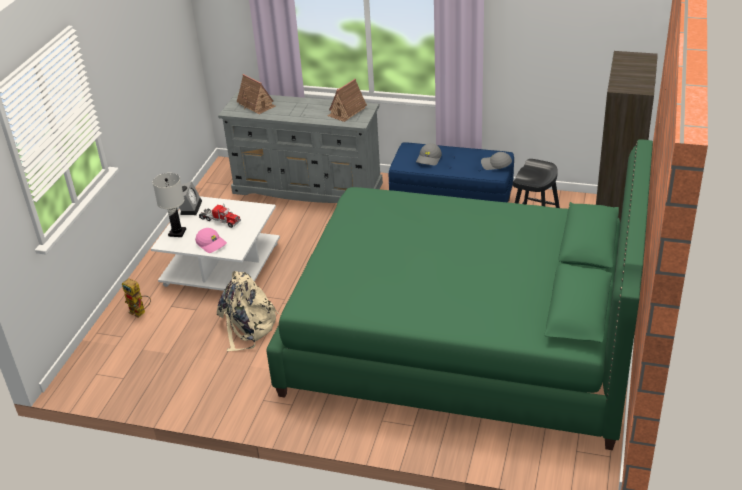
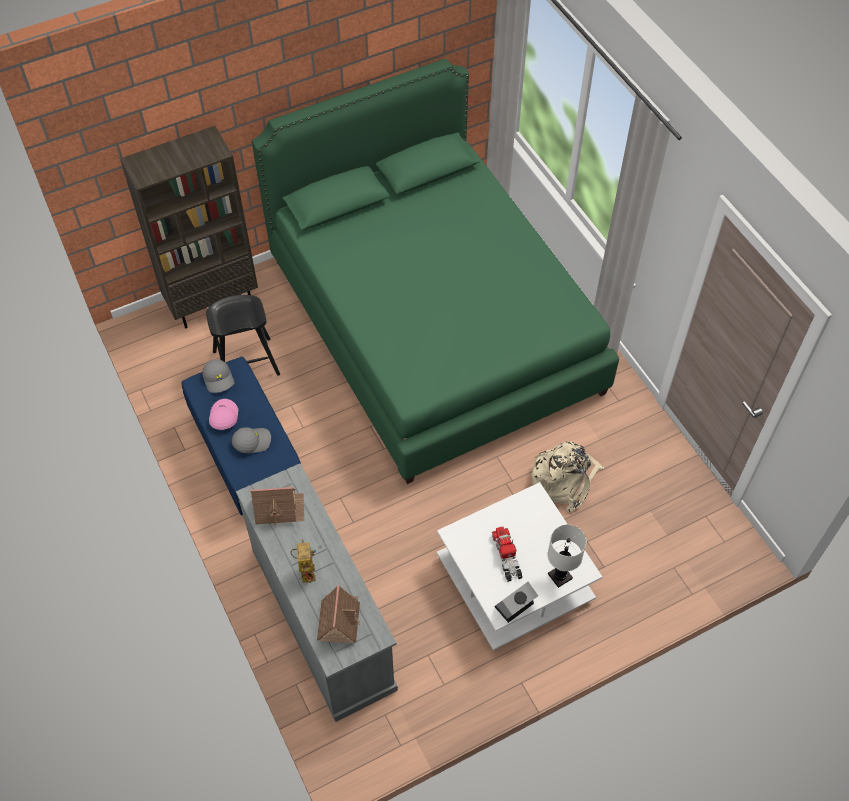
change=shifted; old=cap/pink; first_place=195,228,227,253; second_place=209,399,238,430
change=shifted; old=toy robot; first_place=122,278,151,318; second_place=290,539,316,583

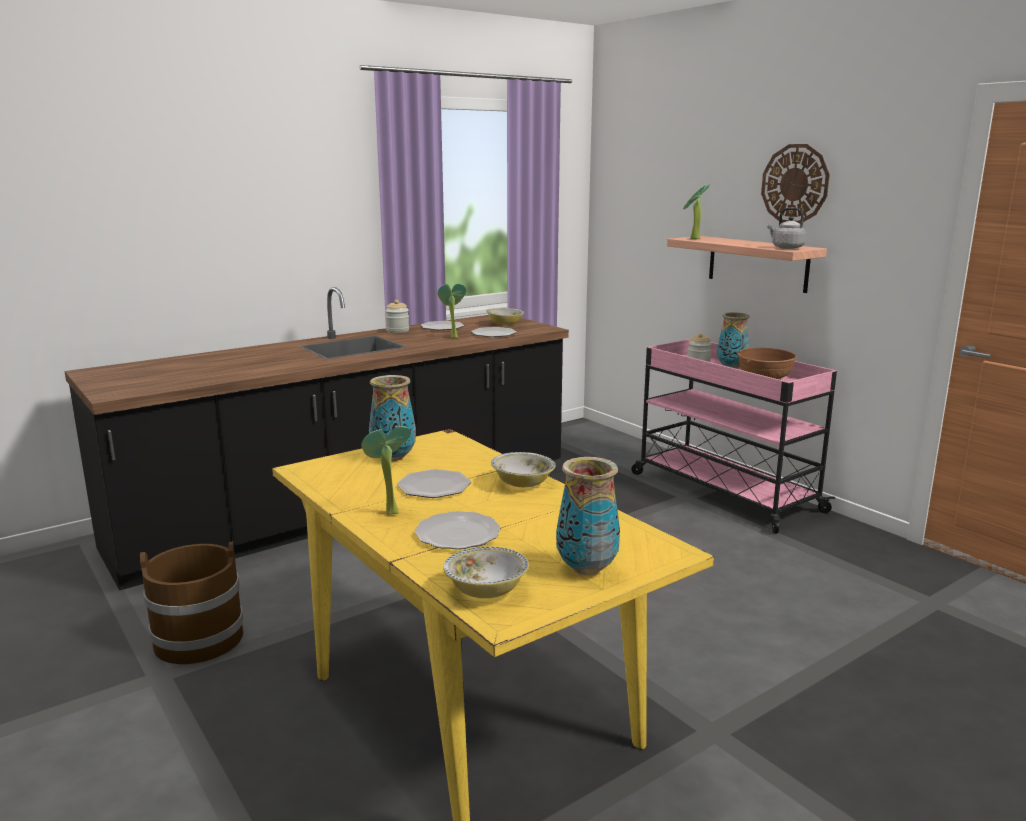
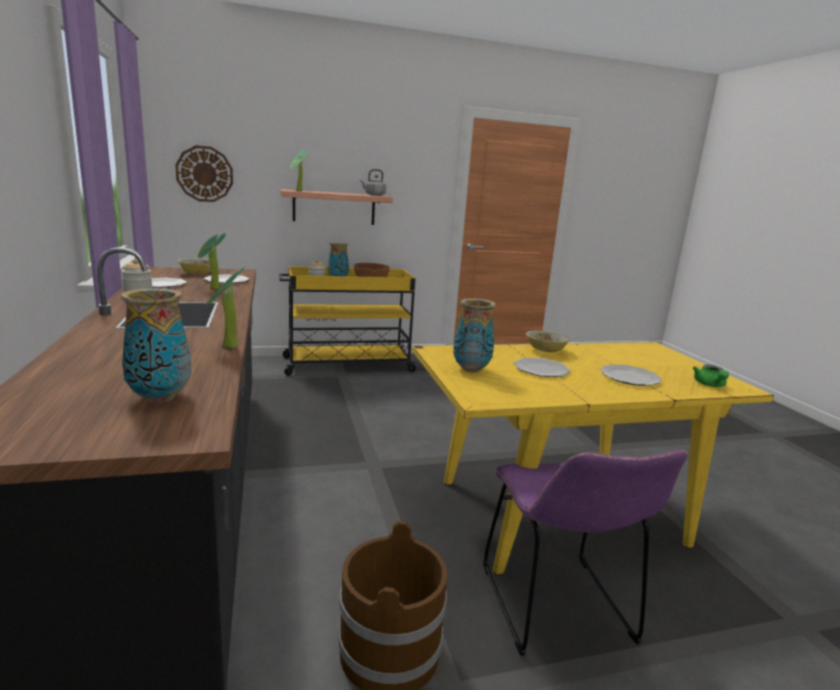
change=shifted; old=wall clock; first_place=761,144,830,223; second_place=175,145,233,202
change=repainted; old=cart/pink; new=cart/yellow; first_place=631,339,837,534; second_place=279,267,418,376
change=shifted; old=potted plant; first_place=361,426,411,515; second_place=206,266,245,348
change=shifted; old=vase; first_place=556,457,620,575; second_place=121,288,191,403
change=swapped; old=bowl; new=teapot/green; first_place=443,547,529,598; second_place=693,365,729,387
change=new; new=chair/purple; second_place=483,449,687,656

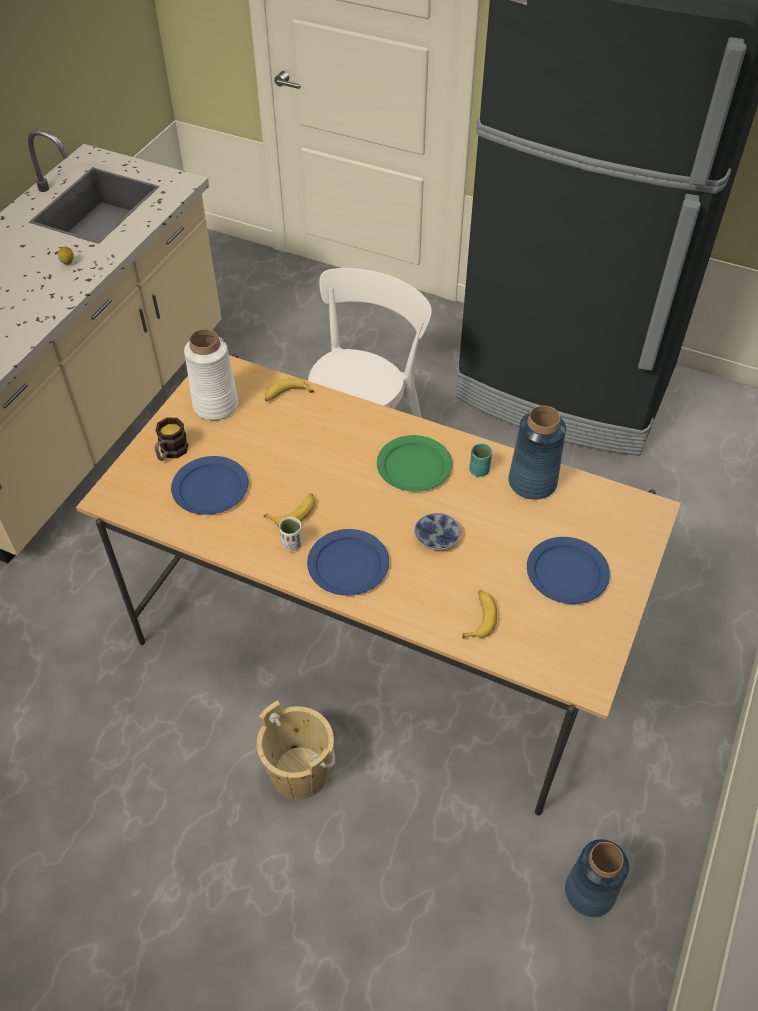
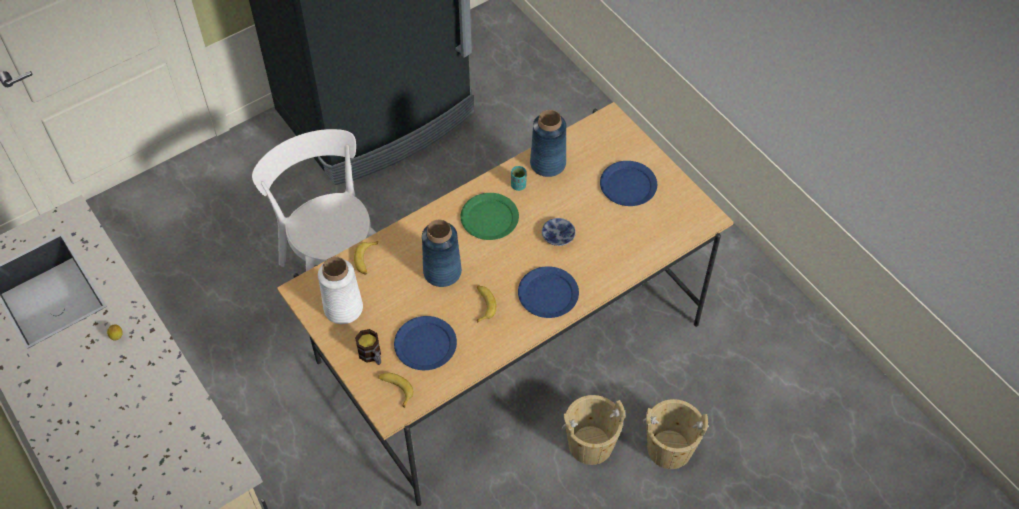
change=gone; old=cup/white; first_place=279,517,303,552
change=shifted; old=banana; first_place=462,590,497,639; second_place=378,373,413,408
change=shifted; old=vase/blue; first_place=565,839,629,917; second_place=422,220,462,287
change=new; new=bucket/beige; second_place=643,399,709,469

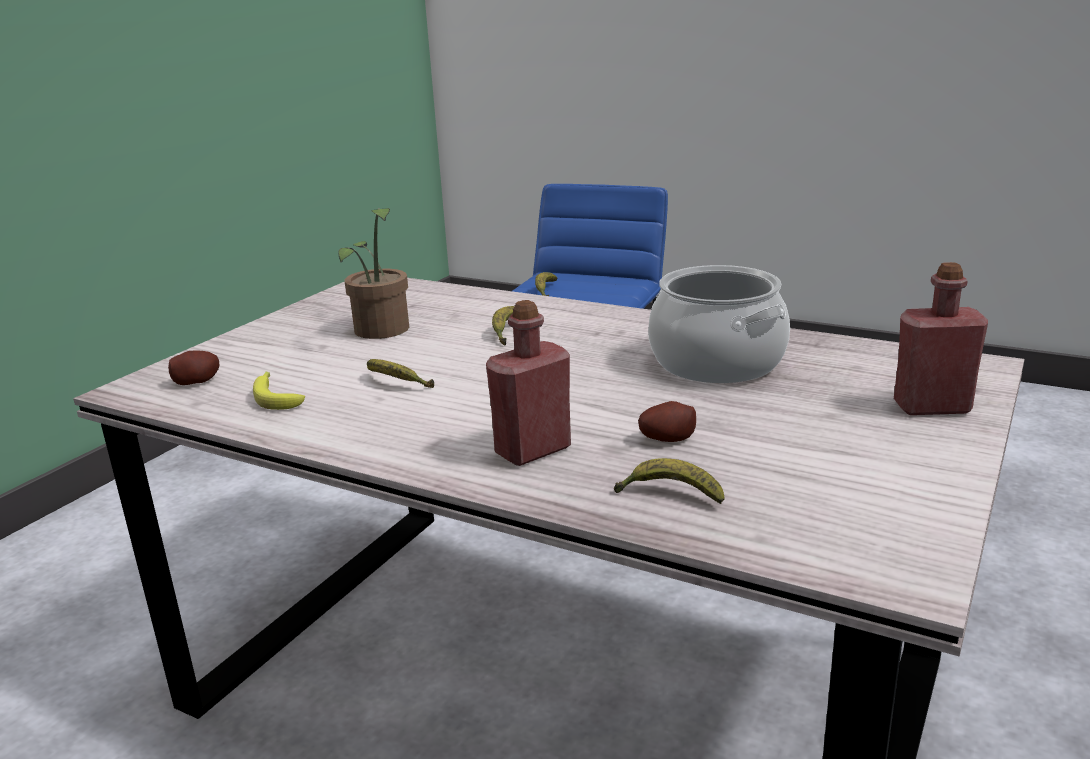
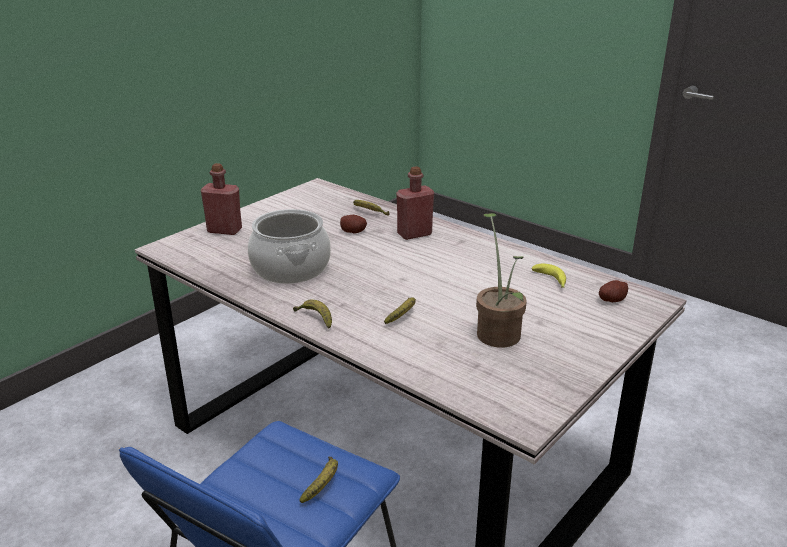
change=shifted; old=banana; first_place=367,359,434,388; second_place=293,299,332,329

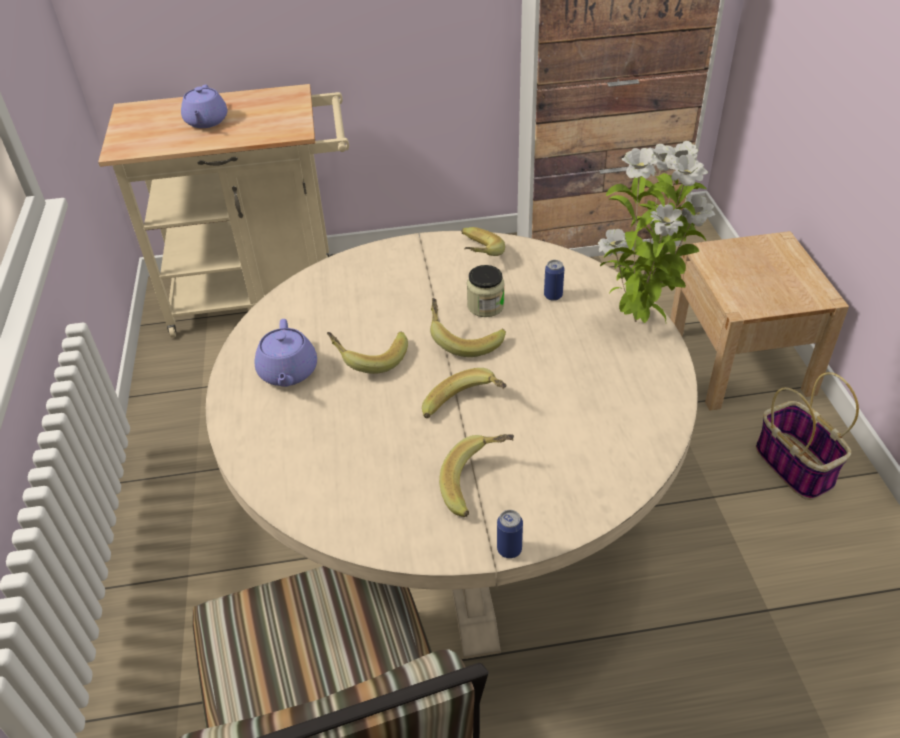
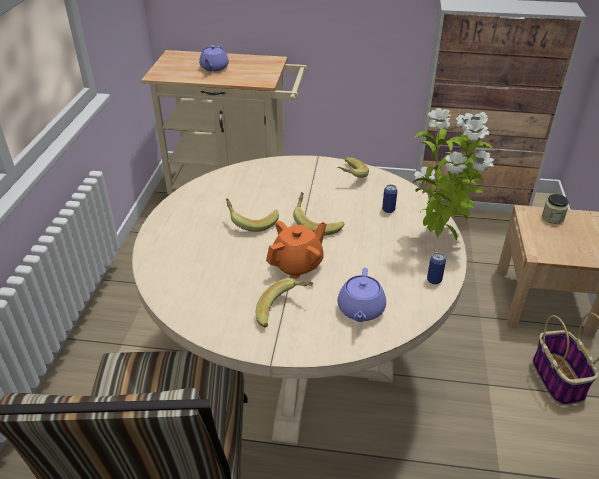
change=shifted; old=jar; first_place=467,265,505,317; second_place=542,194,569,224
change=shifted; old=teapot/purple; first_place=254,319,317,387; second_place=338,268,386,322
change=swapped; old=banana; new=teapot/orange; first_place=422,368,507,418; second_place=266,221,327,279
change=shifted; old=can; first_place=497,510,523,558; second_place=427,252,446,284

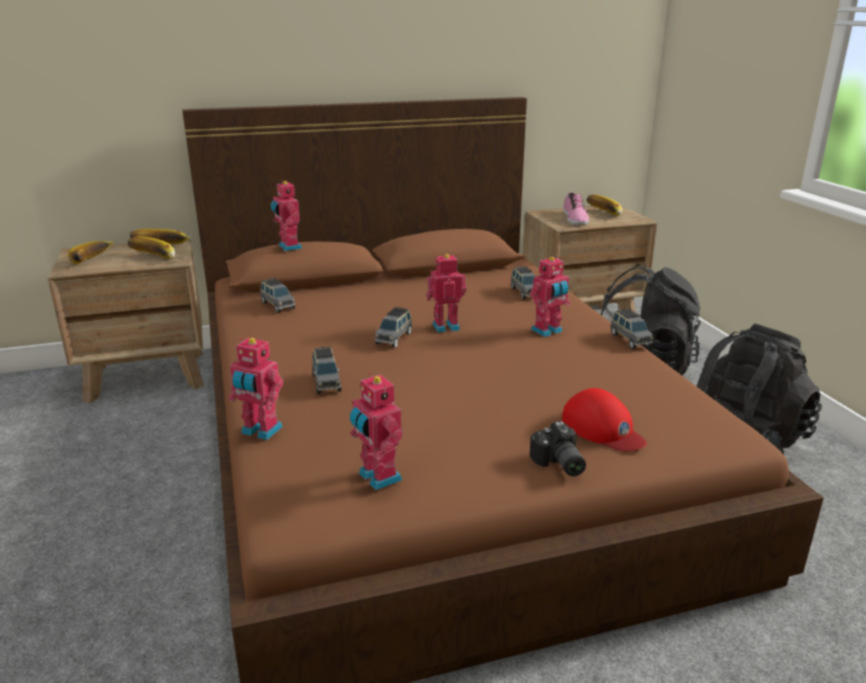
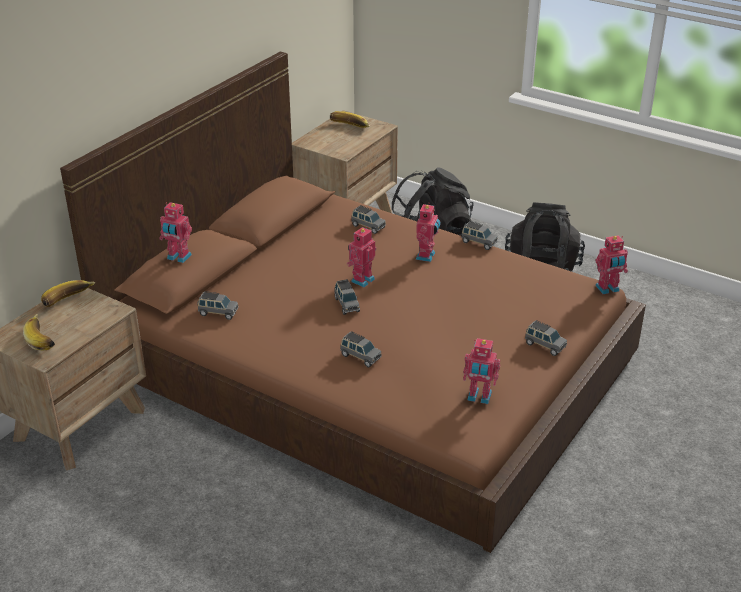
change=gone; old=shoe; first_place=563,192,589,225
change=gone; old=banana; first_place=128,236,175,259
change=shifted; old=toy robot; first_place=229,338,283,440; second_place=595,235,628,294
change=gone; old=cap/red; first_place=562,388,647,452
change=swapped; old=photo camera; new=toy car/grey; first_place=530,421,586,476; second_place=525,320,567,356

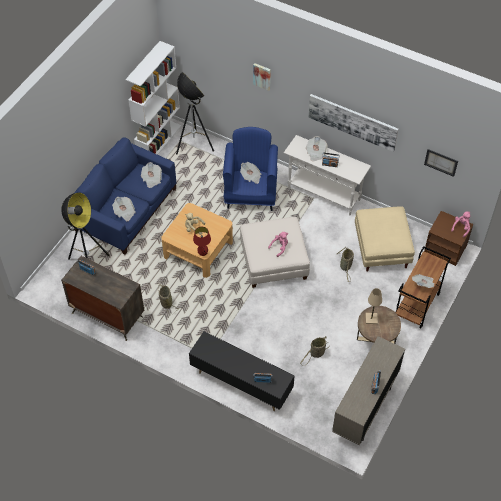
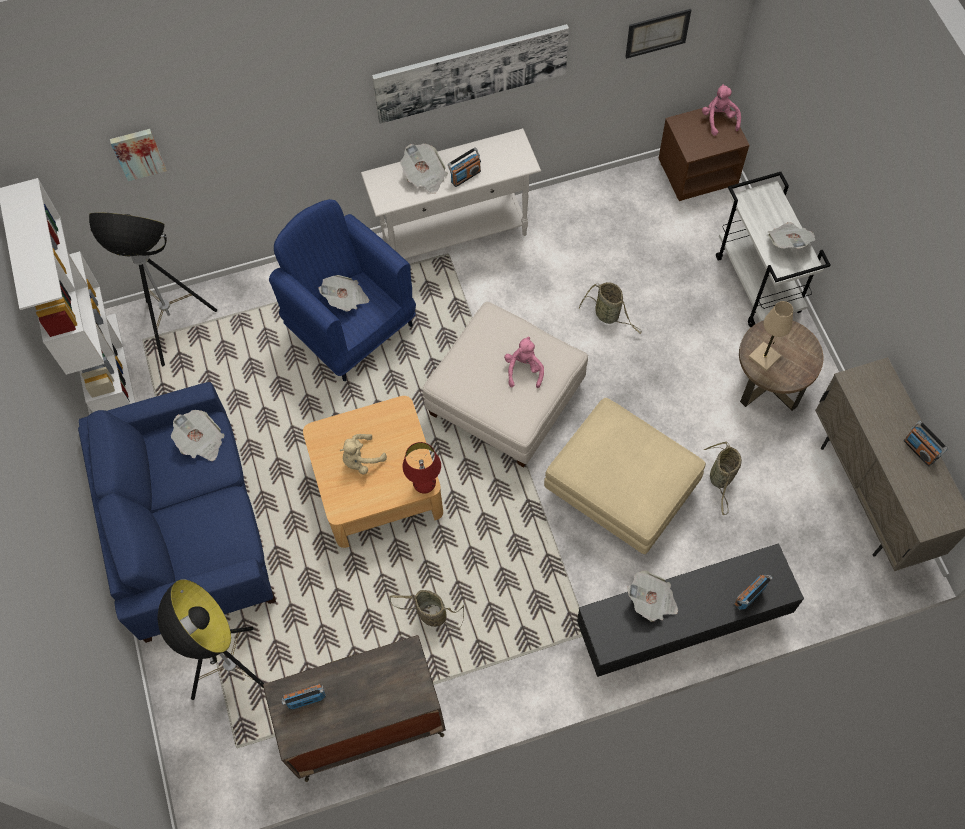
change=shifted; old=picture; first_place=253,63,271,91; second_place=110,129,167,181
change=shifted; old=newspaper; first_place=112,197,136,221; second_place=627,571,678,622
change=shifted; old=ottoman/beige; first_place=355,206,415,272; second_place=544,398,706,554
change=repainted; old=cart/brown; new=cart/white; first_place=395,246,451,329; second_place=716,172,831,327

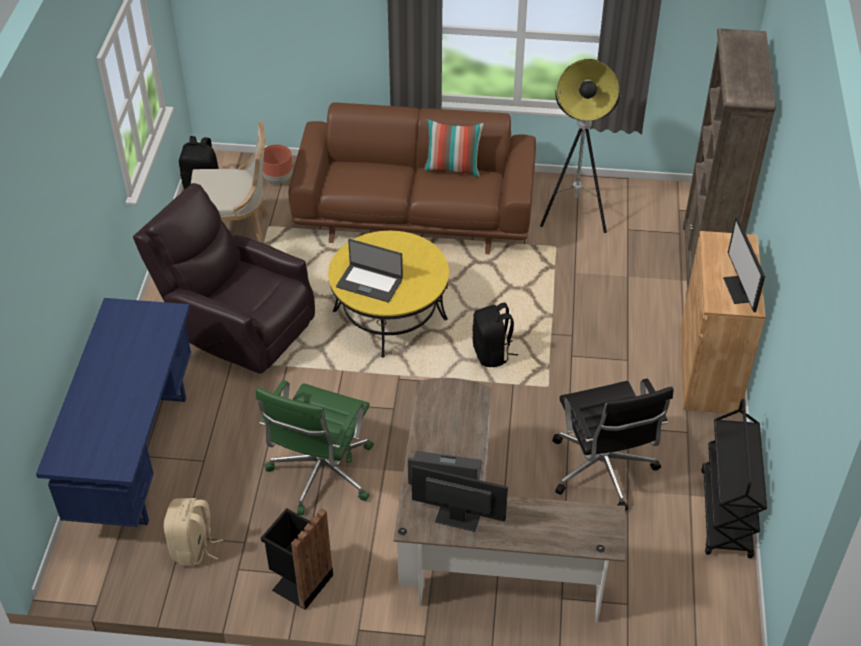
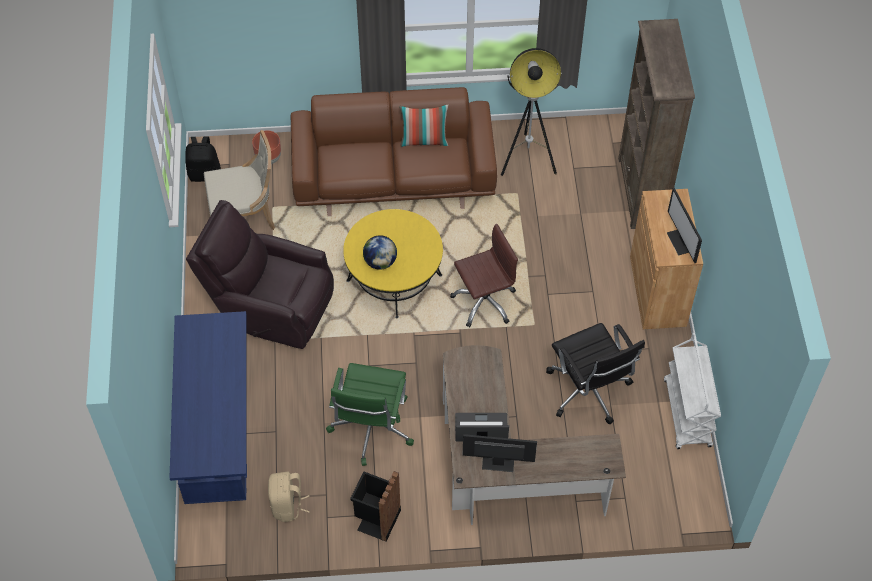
change=swapped; old=laptop; new=globe; first_place=336,239,403,302; second_place=363,235,397,270
change=swapped; old=backpack/black; new=office chair/brown; first_place=472,303,518,367; second_place=450,224,518,327
change=repainted; old=cart/black; new=cart/white; first_place=701,399,767,558; second_place=664,333,721,449

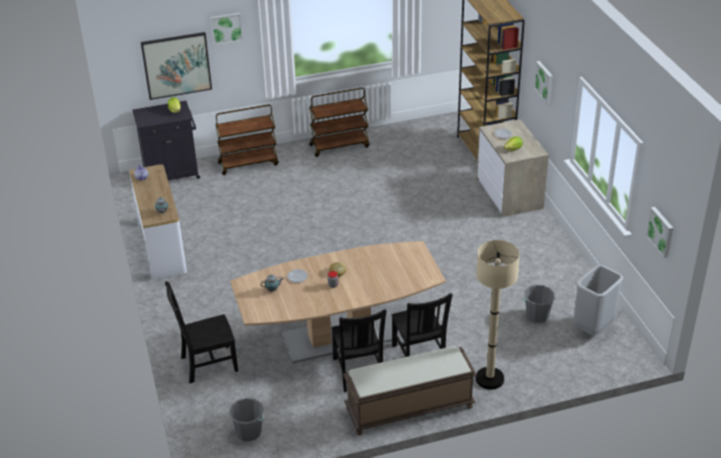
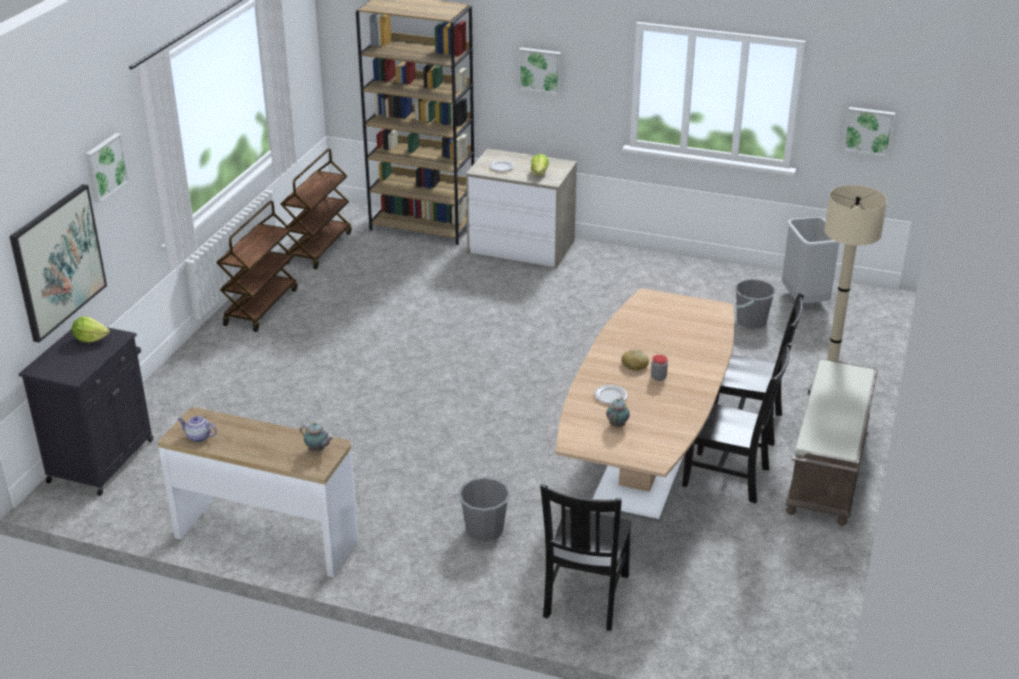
change=shifted; old=cart/brown; first_place=216,105,279,175; second_place=280,149,352,269
change=shifted; old=bucket/grey; first_place=229,398,265,442; second_place=457,477,511,542

